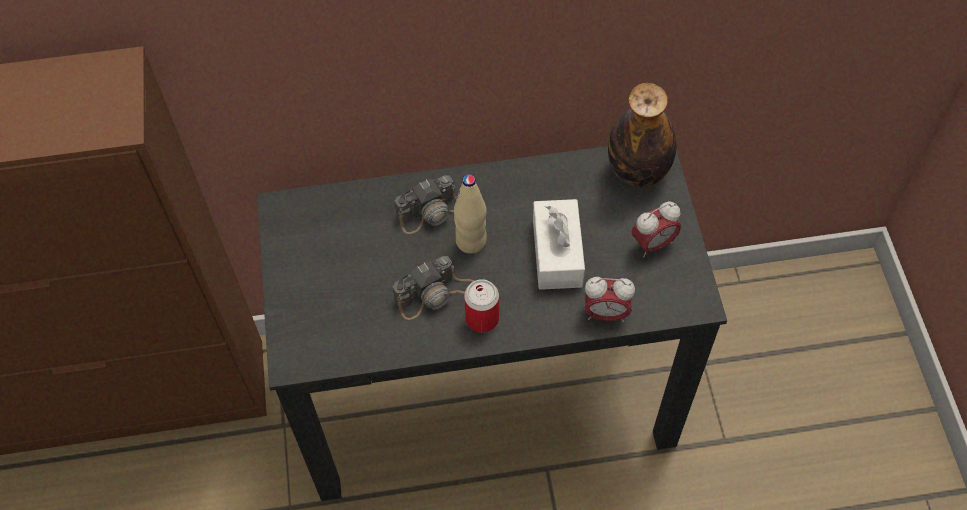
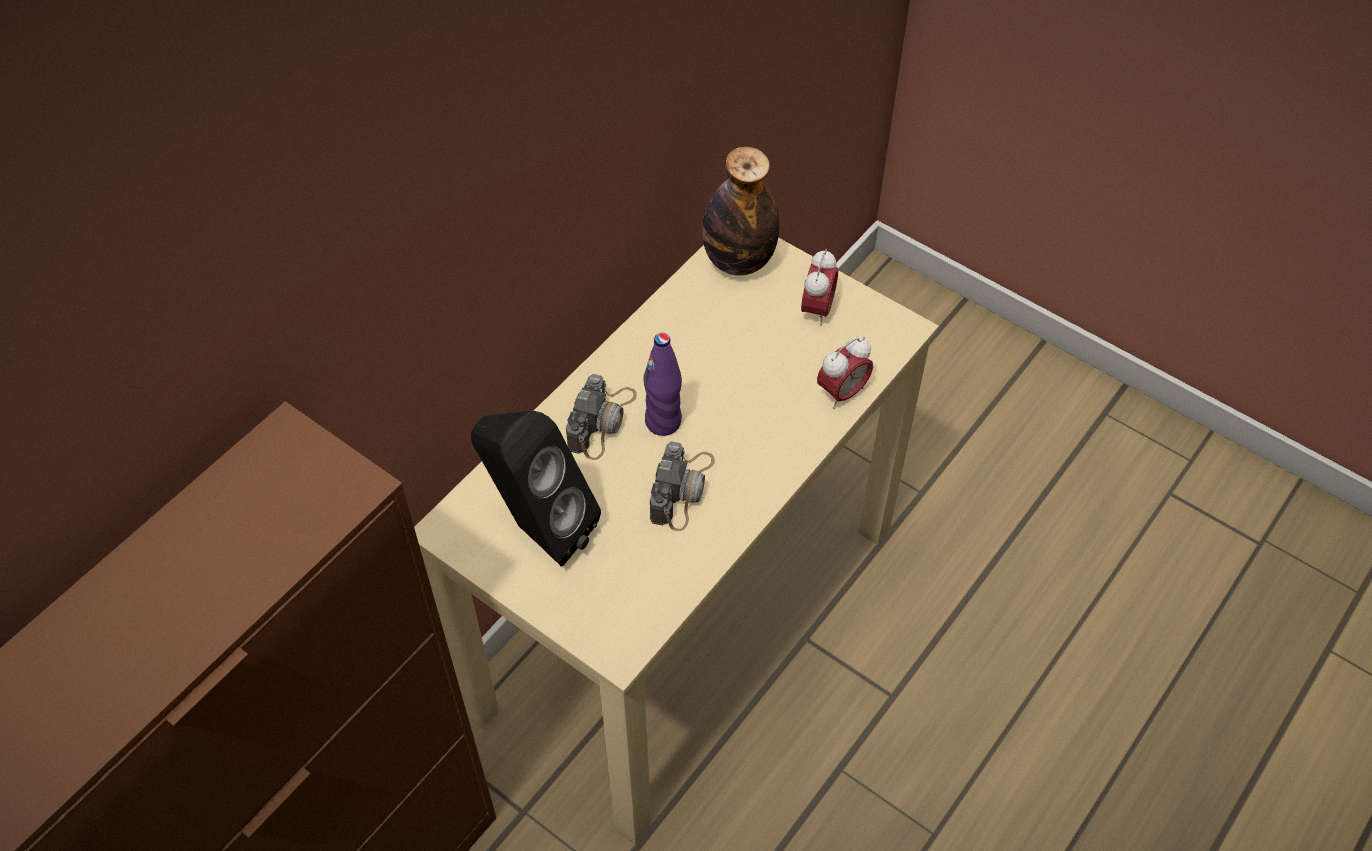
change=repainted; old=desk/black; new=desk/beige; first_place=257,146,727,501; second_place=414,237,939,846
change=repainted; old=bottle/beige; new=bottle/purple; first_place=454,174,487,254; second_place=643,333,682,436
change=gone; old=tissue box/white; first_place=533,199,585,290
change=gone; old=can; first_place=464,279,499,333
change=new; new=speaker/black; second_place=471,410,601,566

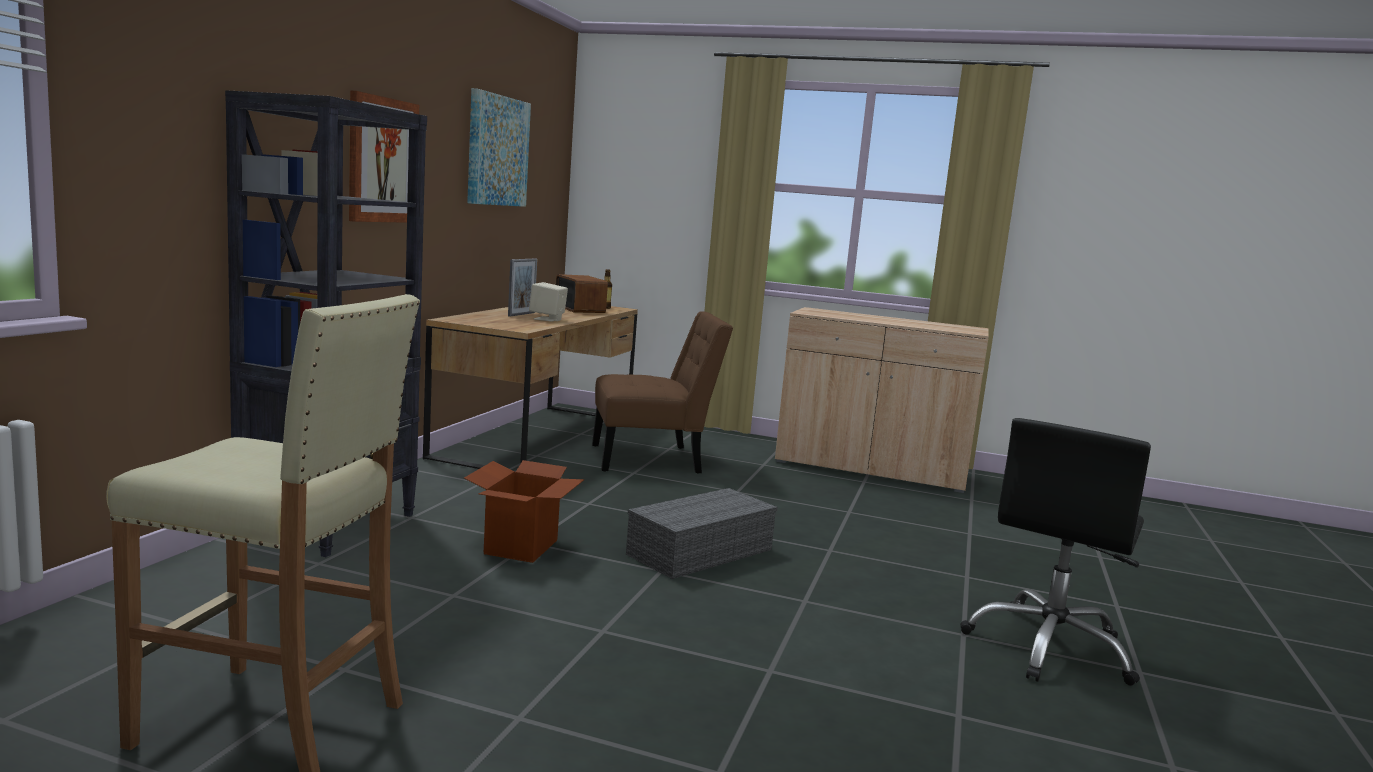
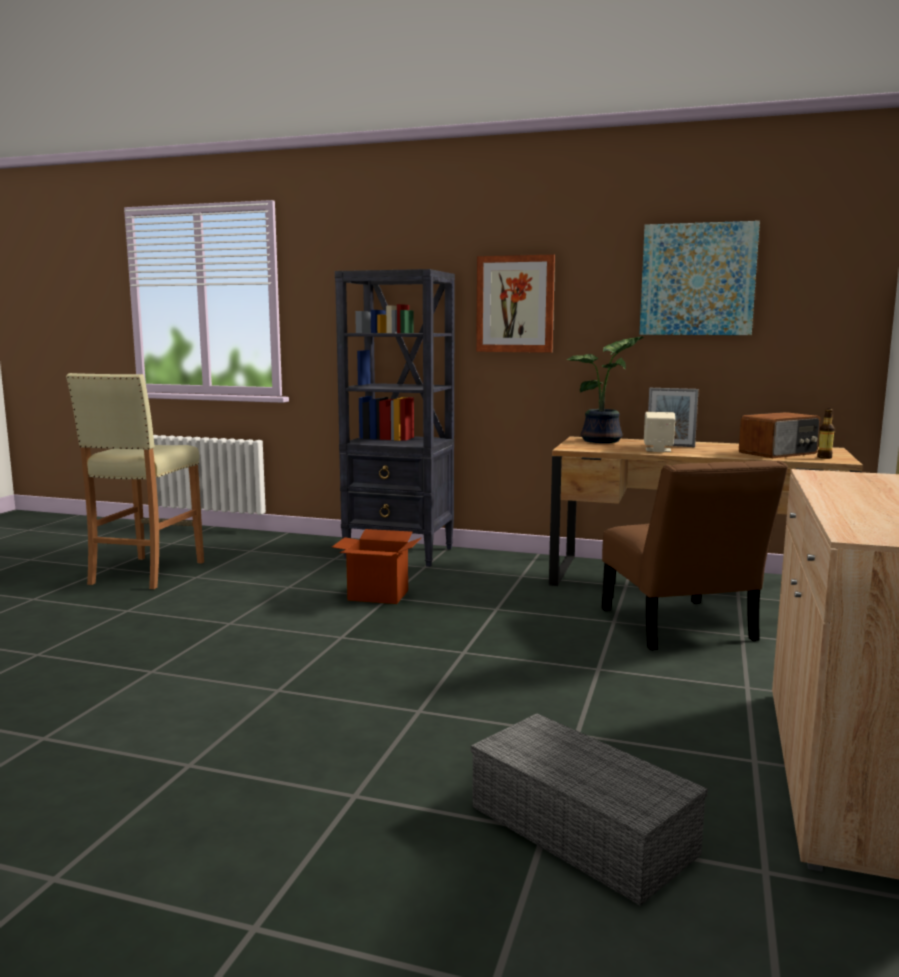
change=gone; old=office chair/black; first_place=960,418,1151,686
change=shifted; old=storage box/grey; first_place=626,488,778,579; second_place=471,713,708,906
change=new; new=potted plant; second_place=567,336,644,443

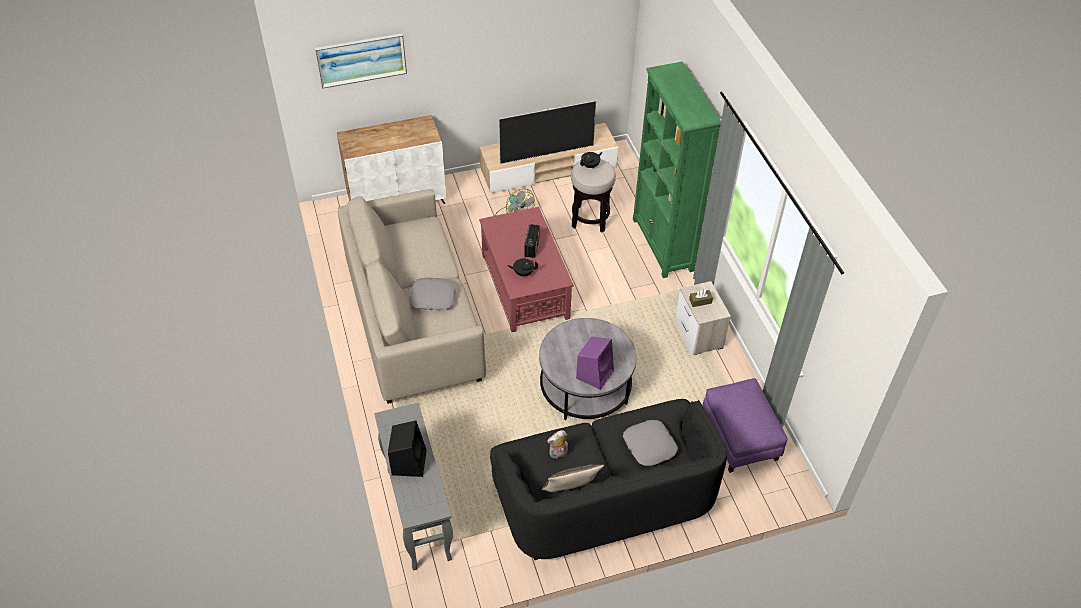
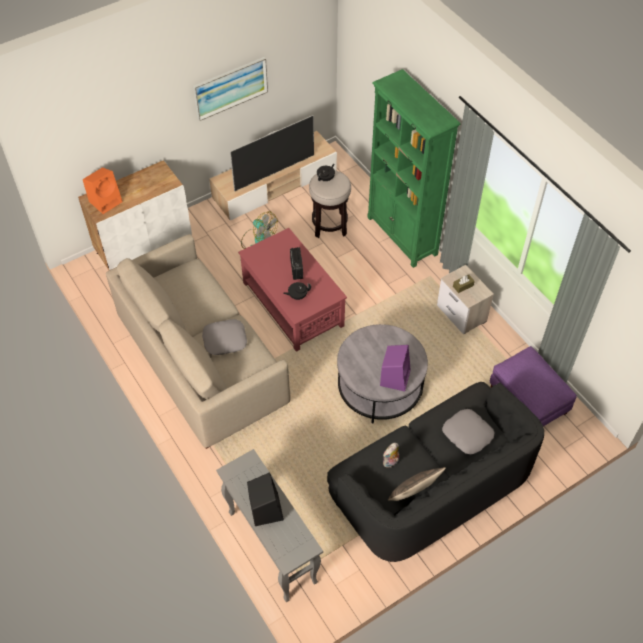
change=shifted; old=picture; first_place=315,33,407,89; second_place=193,57,268,121
change=new; new=speaker/orange; second_place=83,167,123,214

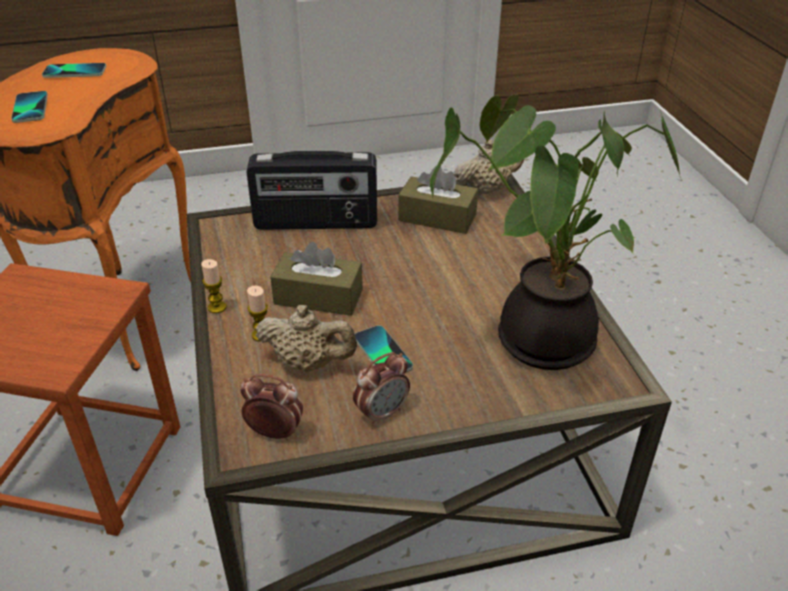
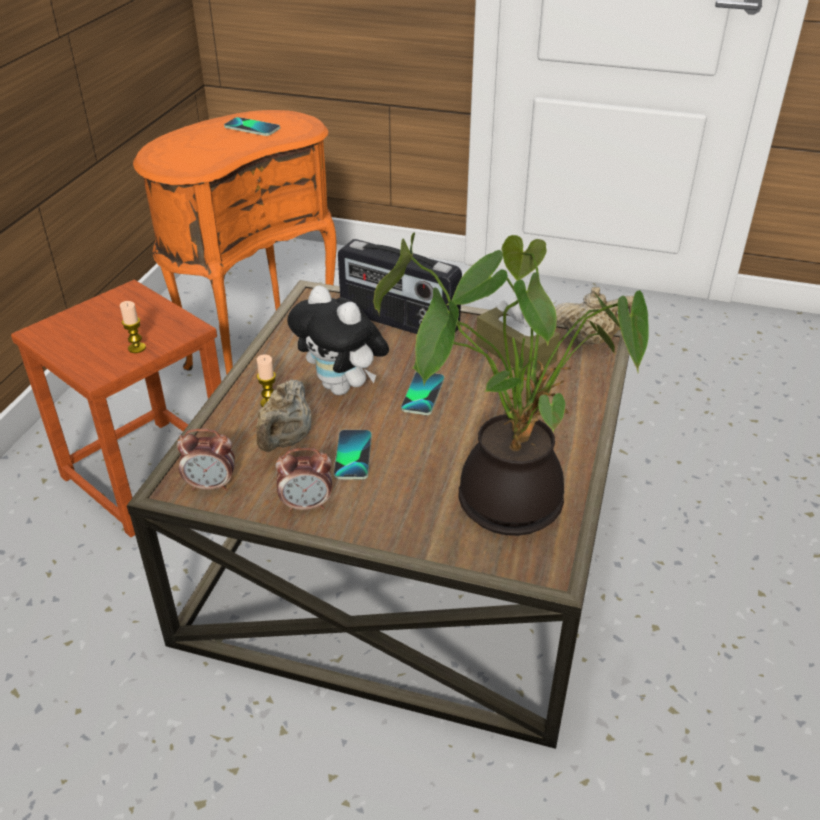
change=shifted; old=phone; first_place=11,91,48,123; second_place=401,372,444,415
change=swapped; old=tissue box/brown; new=plush toy; first_place=270,242,363,316; second_place=287,285,389,395
change=shifted; old=candle; first_place=201,259,227,313; second_place=120,301,146,353
change=rotated; old=teapot/beige; first_place=256,305,357,372; second_place=256,380,311,452; degrees=60
change=rotated; old=alarm clock; first_place=240,374,303,441; second_place=177,429,235,491; degrees=135

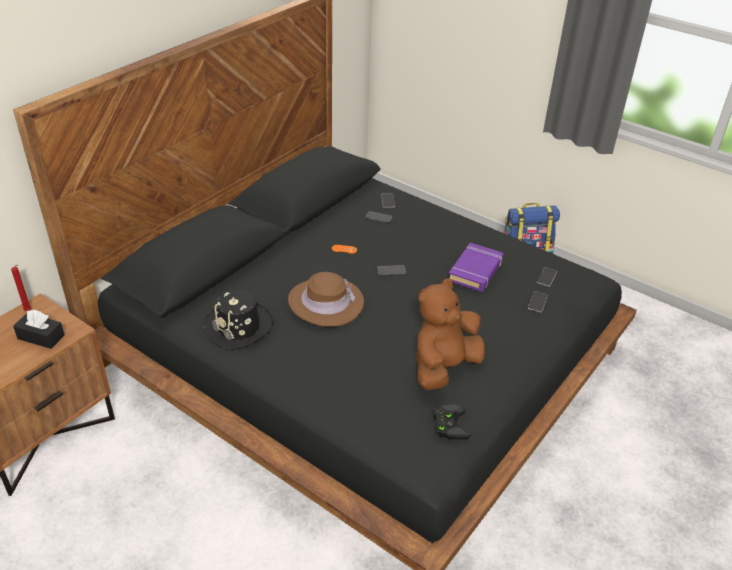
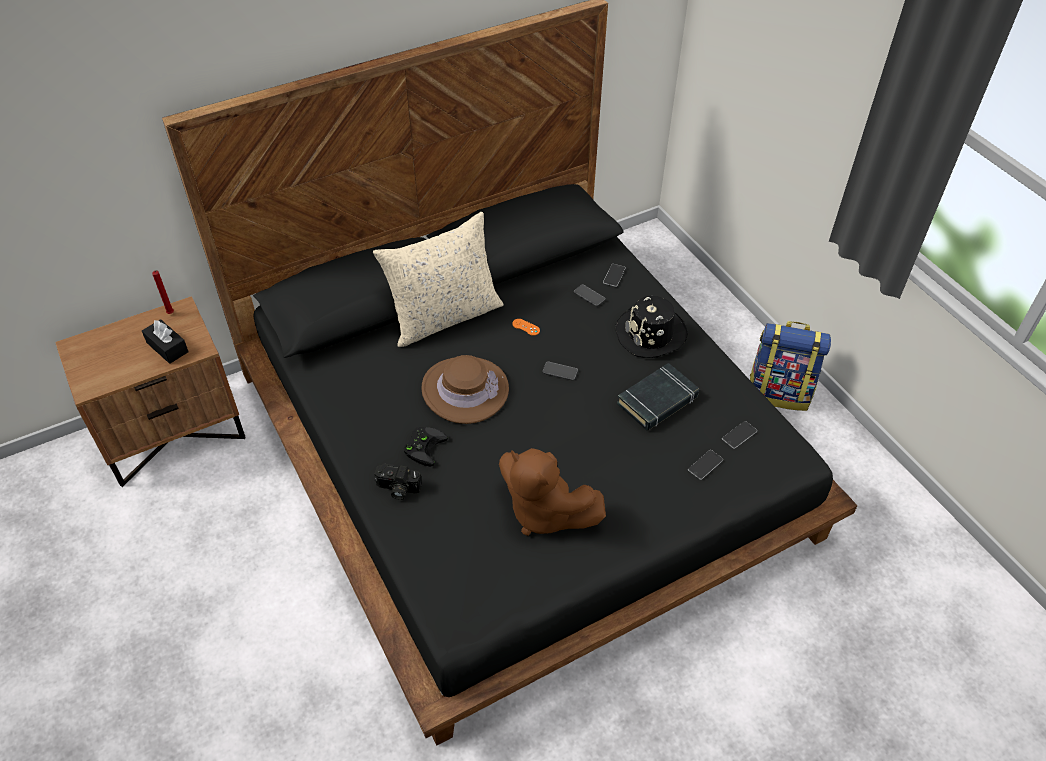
change=repainted; old=book/purple; new=book/black; first_place=449,243,503,292; second_place=617,363,699,431
change=rotated; old=plush toy/brown; first_place=416,279,485,390; second_place=499,448,606,536; degrees=-120
change=shifted; old=hat/black; first_place=203,290,273,350; second_place=615,296,688,358
change=shifted; old=game controller/black; first_place=432,404,471,440; second_place=404,427,448,466
change=new; new=pillow/beige; second_place=373,212,504,347
change=new; new=photo camera; second_place=375,464,422,500

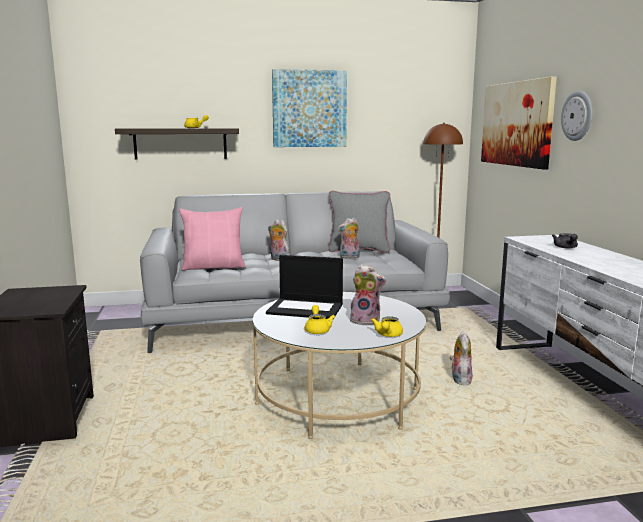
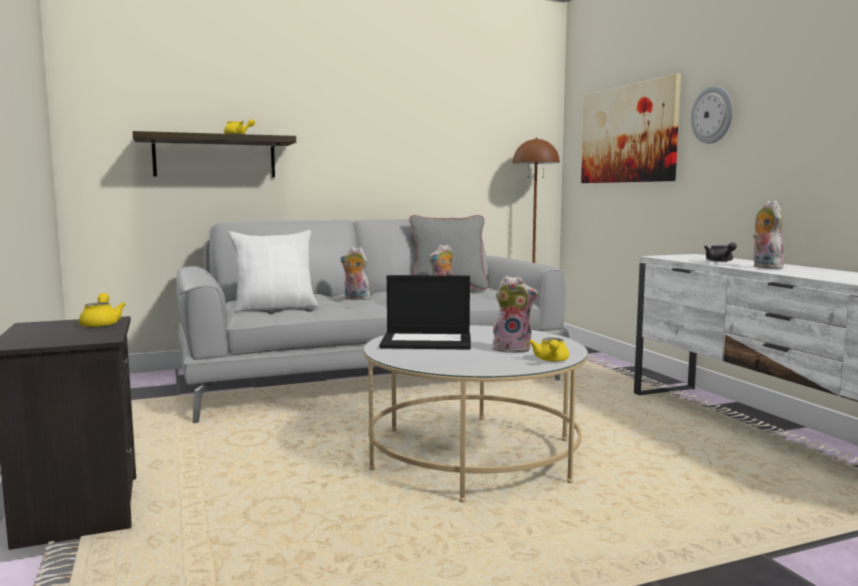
change=gone; old=picture; first_place=272,69,347,147
change=repainted; old=pillow/pink; new=pillow/white; first_place=179,207,246,271; second_place=229,230,318,312
change=shifted; old=teapot/yellow; first_place=305,305,335,334; second_place=79,293,126,328
change=shifted; old=plush toy; first_place=450,331,472,385; second_place=753,200,787,269

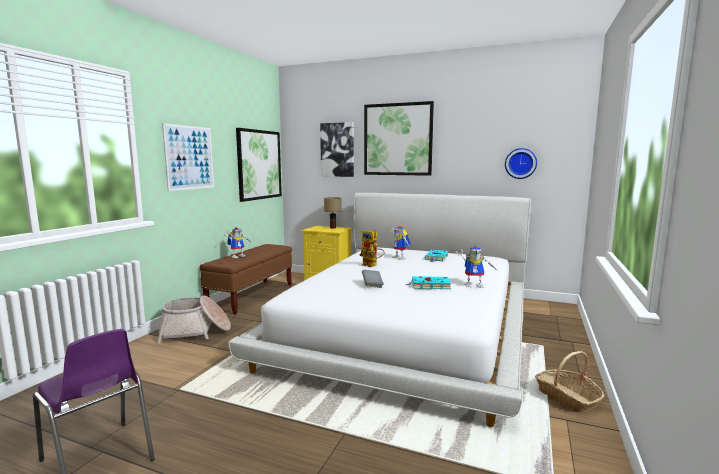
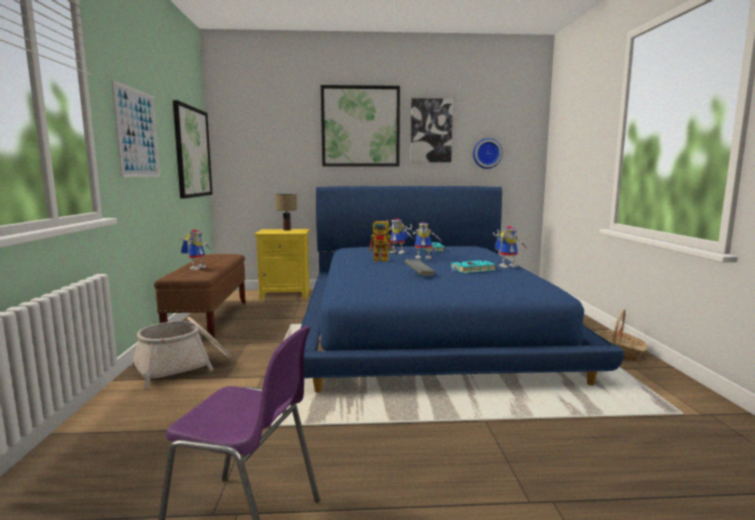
change=shifted; old=picture; first_place=320,122,354,177; second_place=410,98,453,162
change=repainted; old=bed/white; new=bed/blue; first_place=228,193,531,427; second_place=301,186,625,392
change=new; new=toy robot; second_place=406,221,444,259

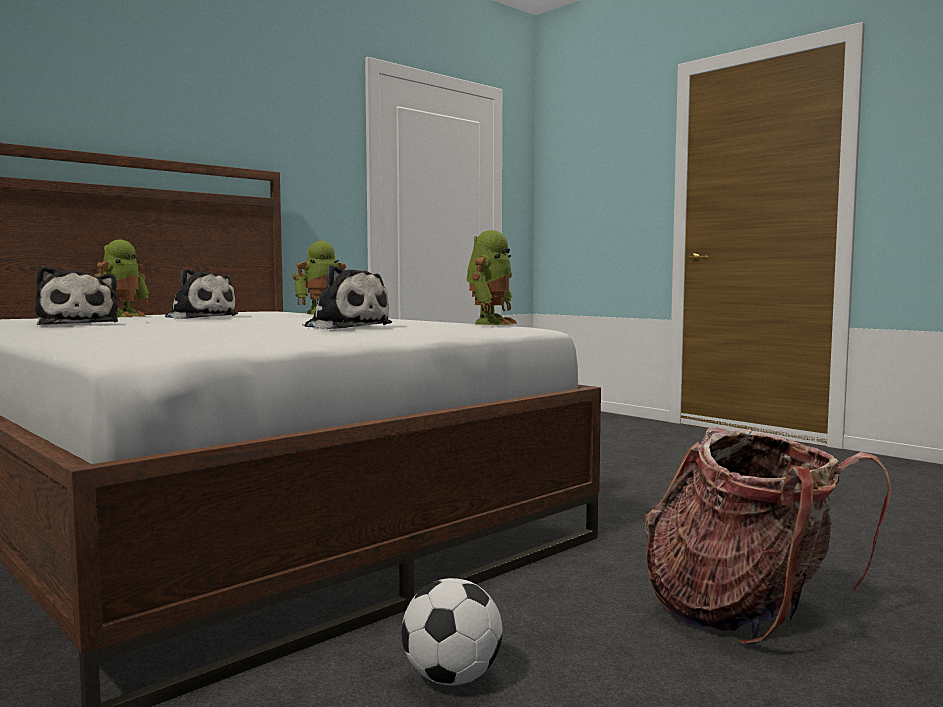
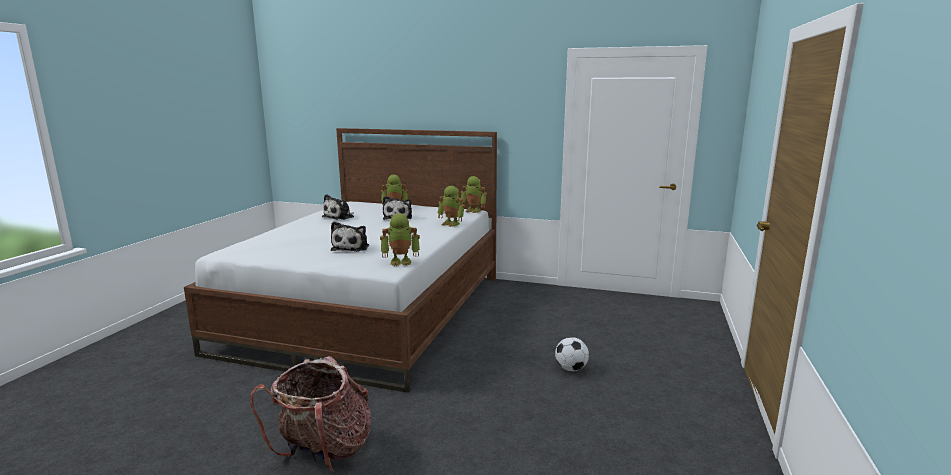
change=shifted; old=football; first_place=401,578,502,685; second_place=555,337,589,371
change=new; new=toy robot; second_place=461,176,487,213

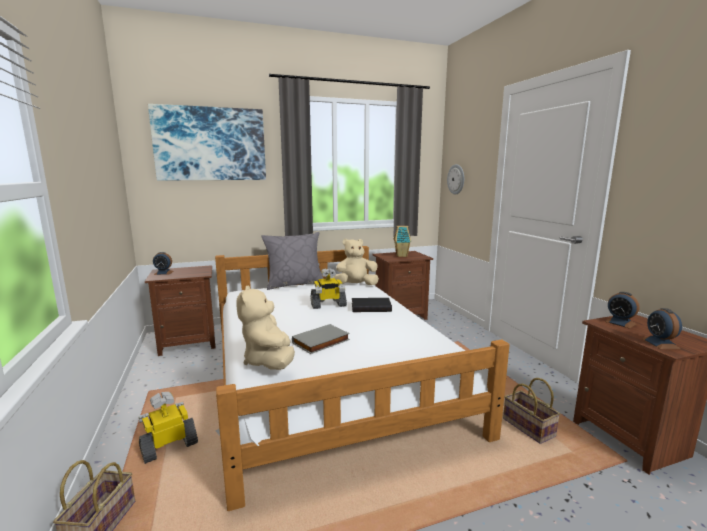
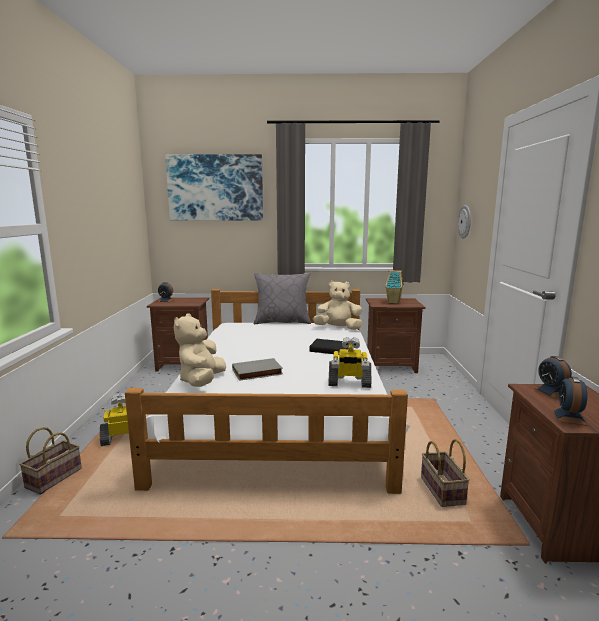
change=shifted; old=toy robot; first_place=311,268,347,309; second_place=328,337,371,388

